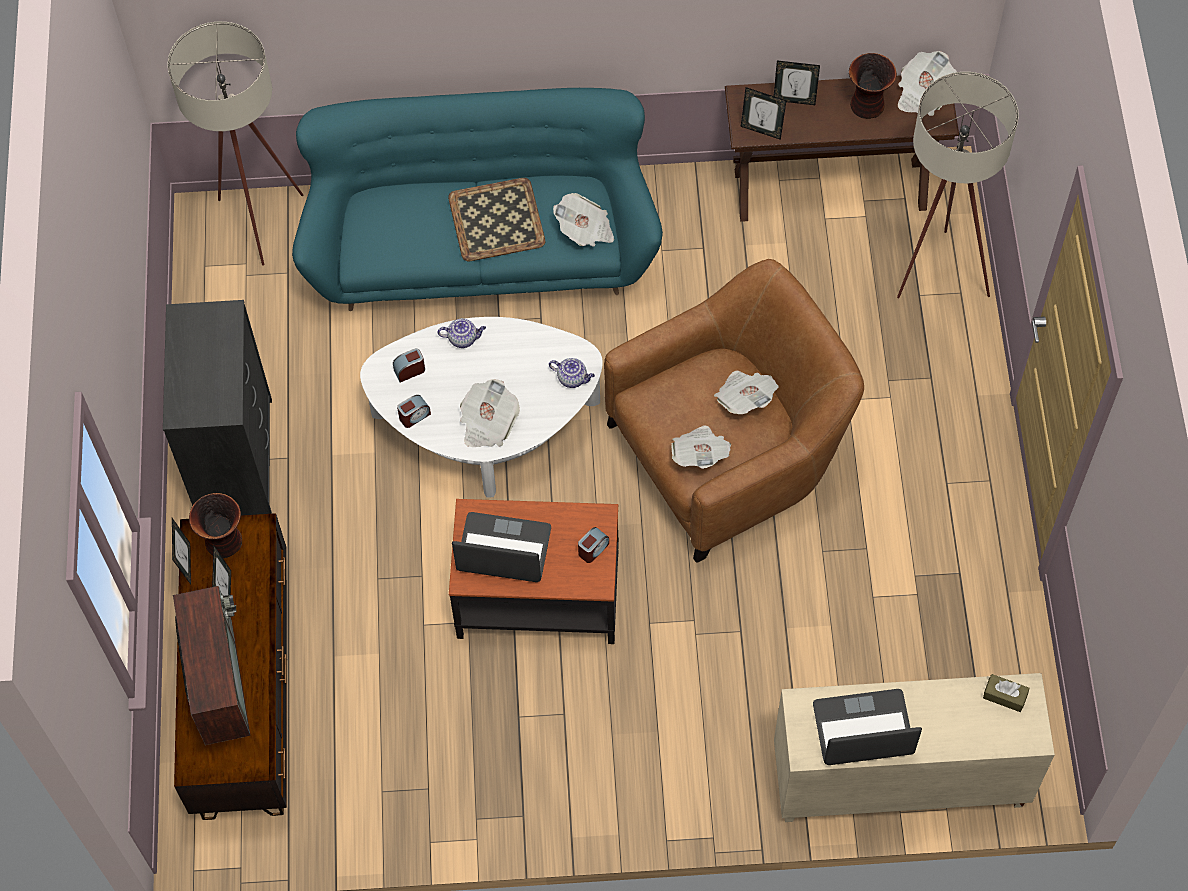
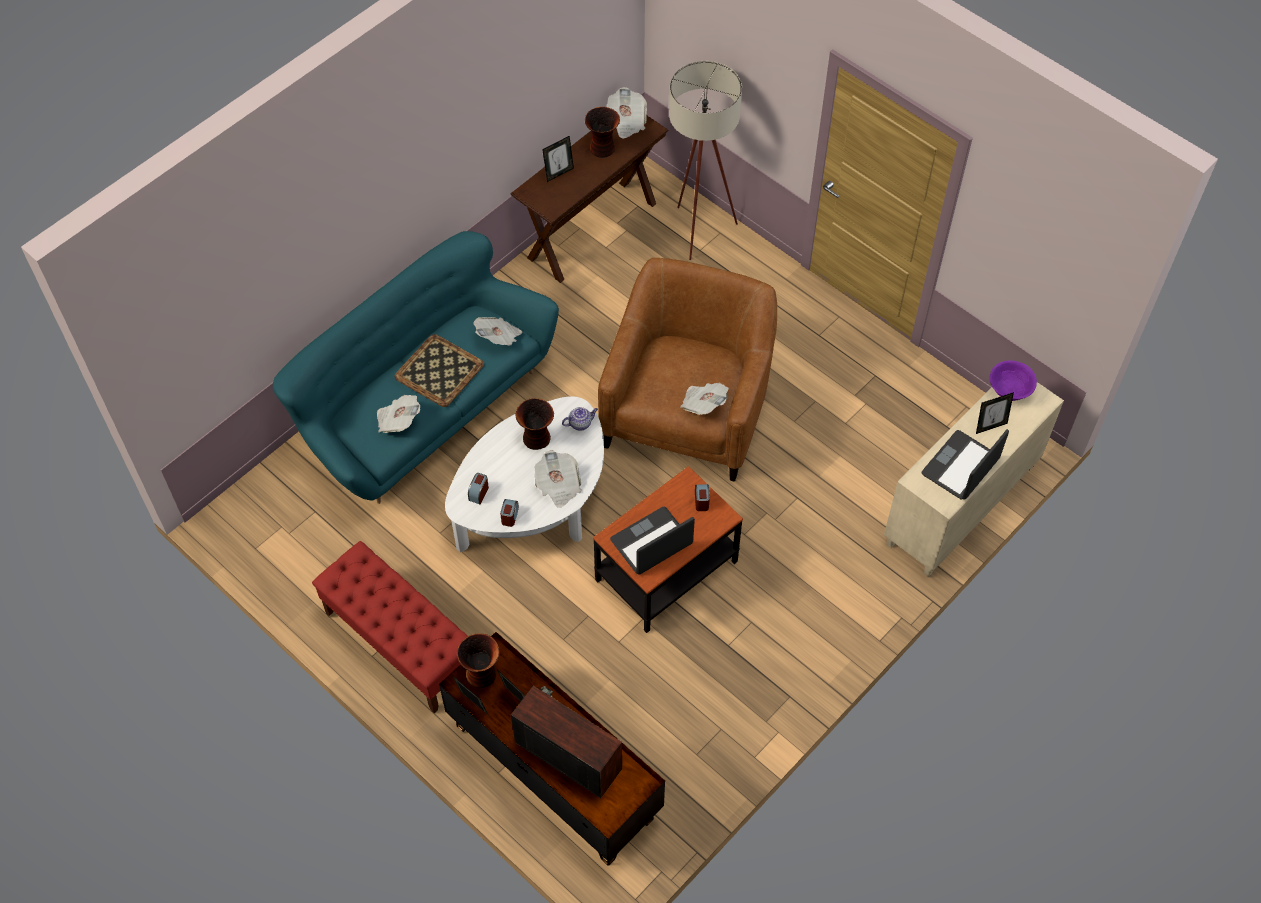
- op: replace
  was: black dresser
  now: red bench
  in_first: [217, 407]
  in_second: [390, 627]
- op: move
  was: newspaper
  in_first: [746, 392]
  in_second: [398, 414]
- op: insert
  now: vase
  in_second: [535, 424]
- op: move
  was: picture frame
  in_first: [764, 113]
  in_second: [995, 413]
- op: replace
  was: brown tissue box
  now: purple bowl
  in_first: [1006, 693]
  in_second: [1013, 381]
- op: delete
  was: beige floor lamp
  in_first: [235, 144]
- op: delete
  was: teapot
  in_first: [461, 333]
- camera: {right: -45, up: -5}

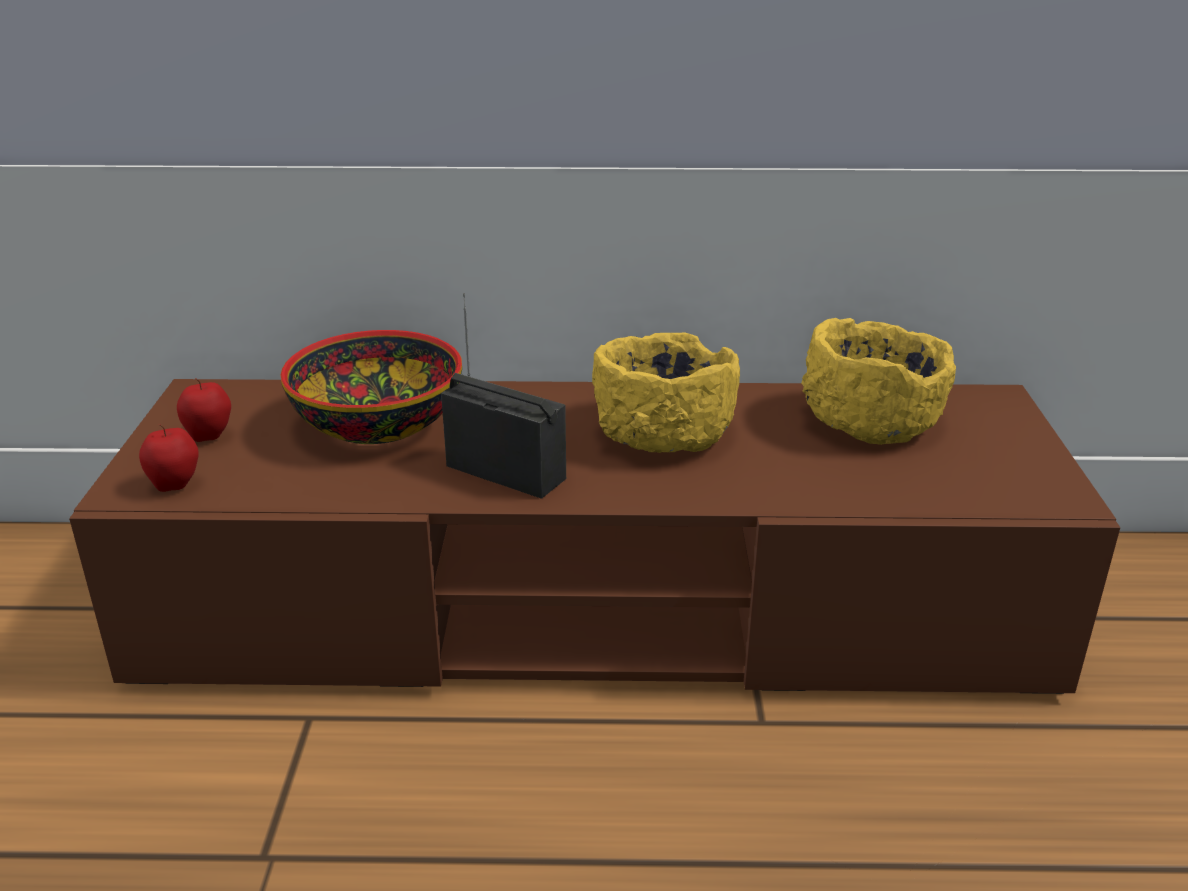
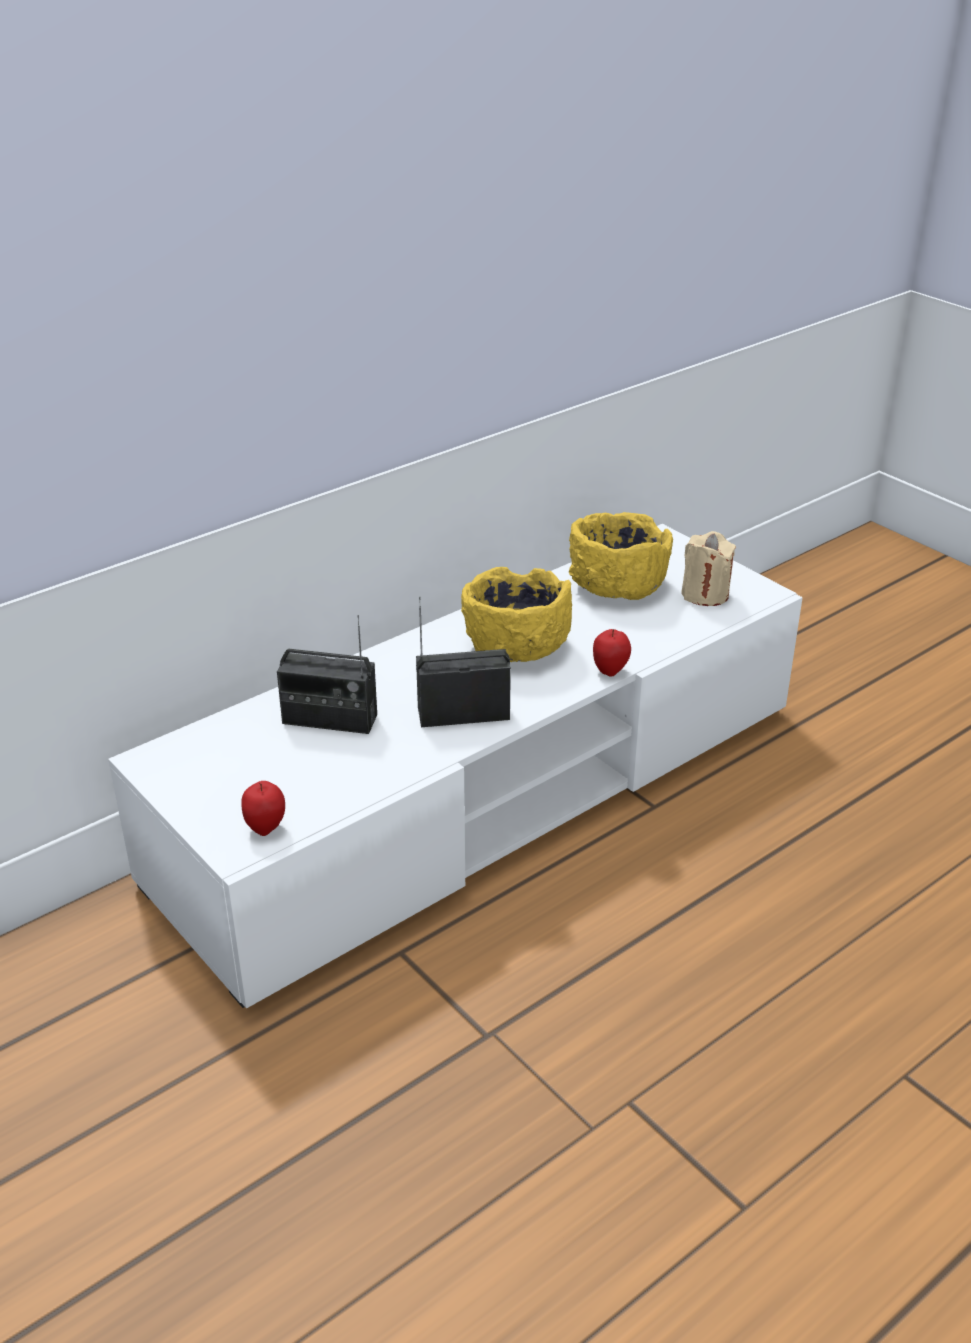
- op: recolor
  was: brown tv stand
  now: white tv stand
  in_first: [594, 536]
  in_second: [455, 766]
- op: replace
  was: bowl
  now: radio
  in_first: [371, 387]
  in_second: [327, 674]
- op: move
  was: apple
  in_first: [204, 410]
  in_second: [612, 653]
- op: insert
  now: beige candle
  in_second: [708, 568]
- camera: {right: -40, up: 5}

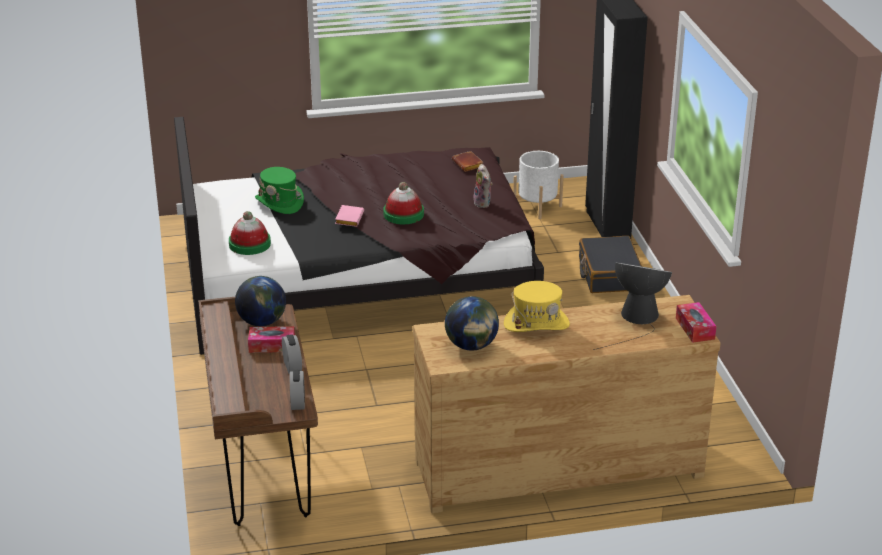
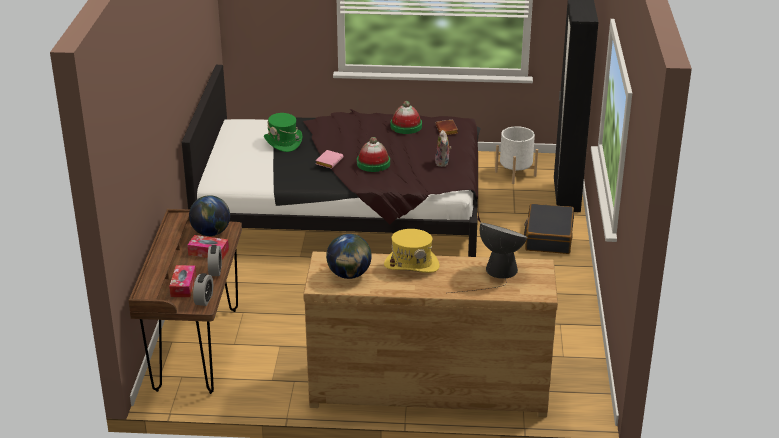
- op: move
  was: tissue box
  in_first: [696, 322]
  in_second: [182, 281]
- op: move
  was: hat
  in_first: [250, 233]
  in_second: [406, 117]
- camera: {right: 15, up: 0}

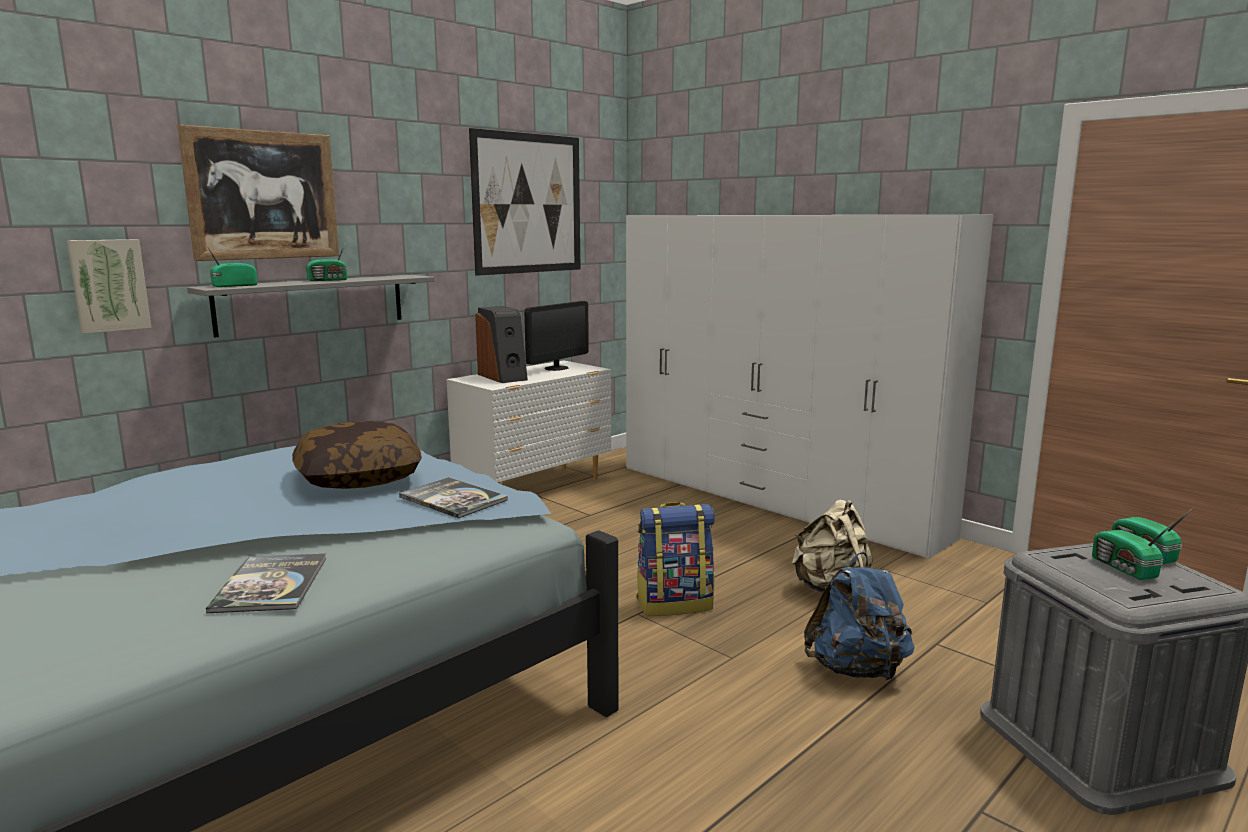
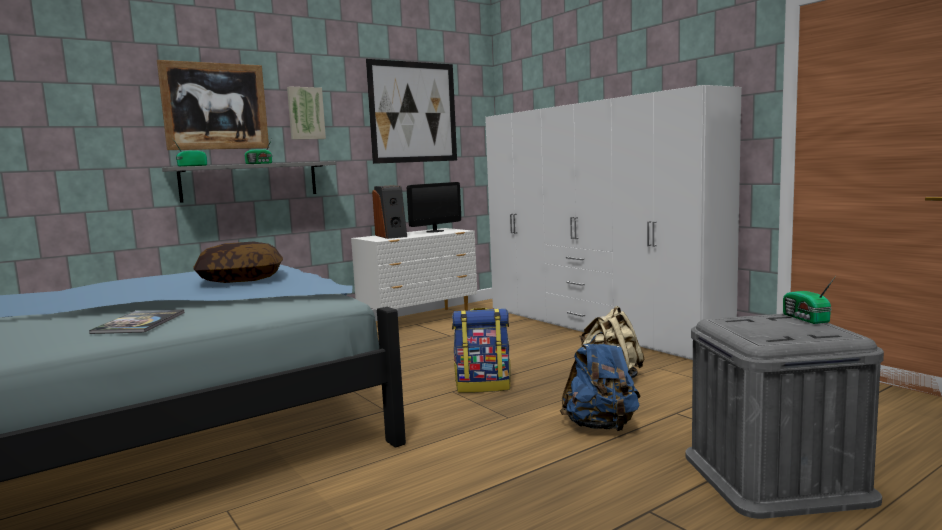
- op: move
  was: picture
  in_first: [109, 286]
  in_second: [306, 113]
- op: delete
  was: book
  in_first: [453, 497]
- op: delete
  was: radio
  in_first: [1133, 551]
- camera: {right: 10, up: -5}

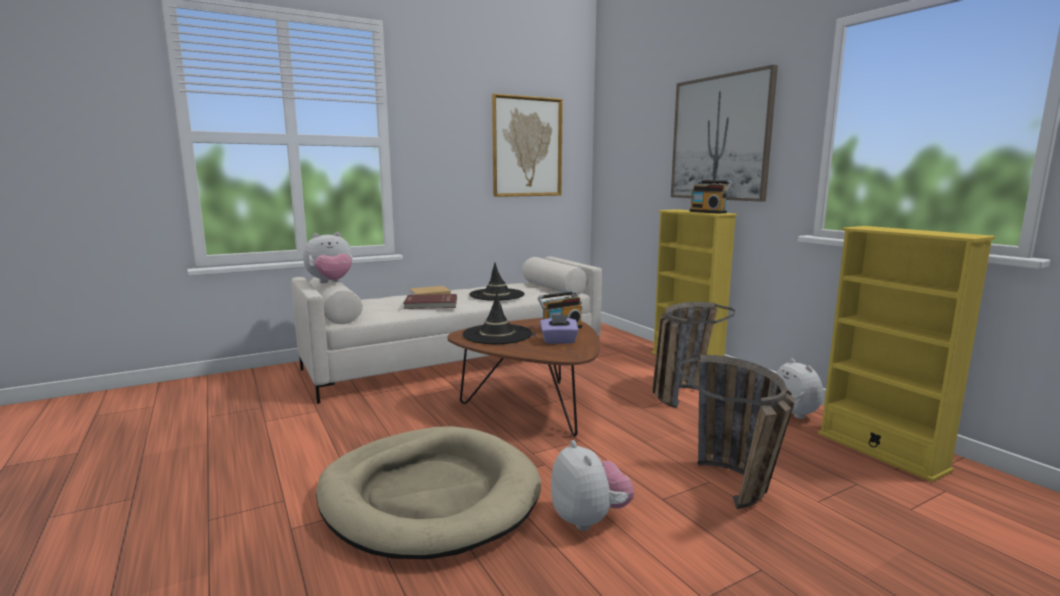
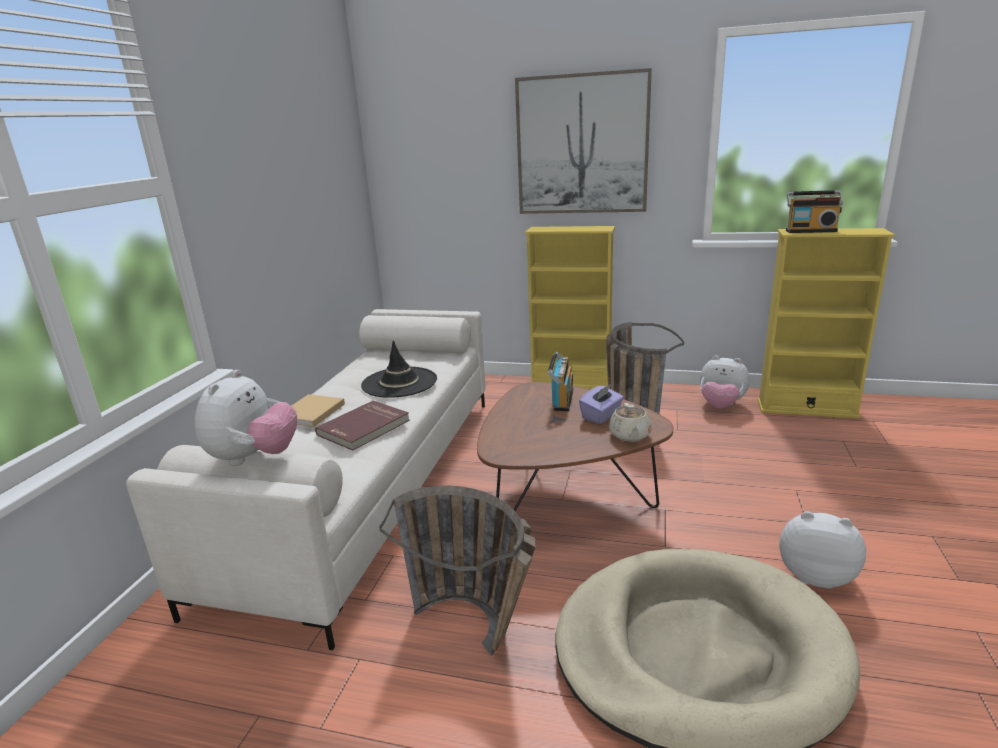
- op: move
  was: basket
  in_first: [735, 432]
  in_second: [457, 570]
- op: insert
  now: beige teapot
  in_second: [630, 422]
- op: move
  was: radio
  in_first: [711, 197]
  in_second: [814, 211]
- op: delete
  was: black hat
  in_first: [497, 318]
- op: delete
  was: picture
  in_first: [527, 145]
- camera: {right: -45, up: 10}

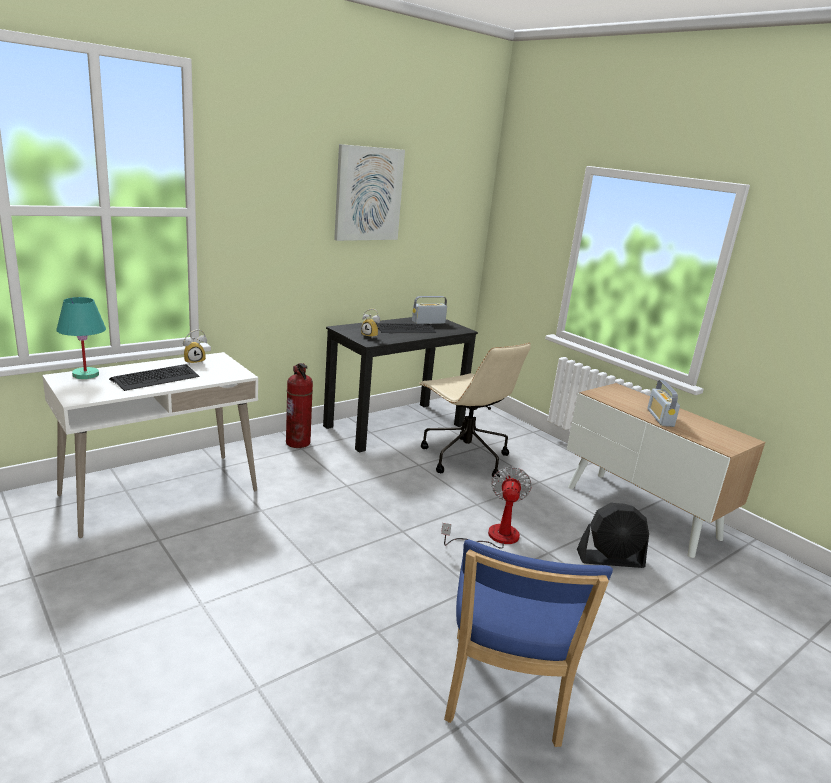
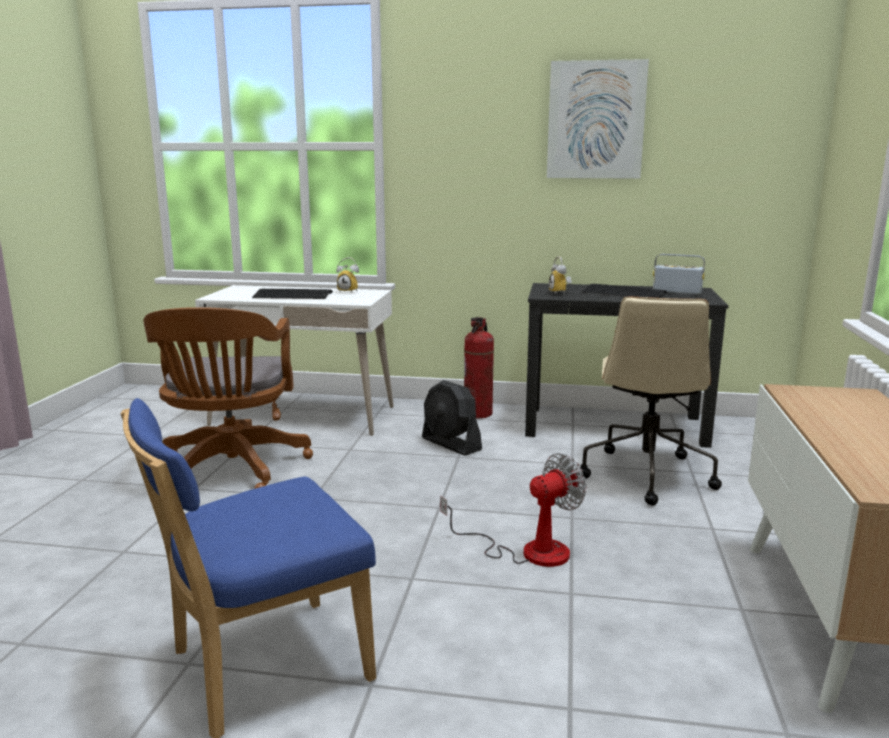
- op: insert
  now: brown office chair
  in_second: [228, 398]
- op: move
  was: black fan
  in_first: [613, 535]
  in_second: [452, 418]
- op: delete
  was: turquoise table lamp
  in_first: [81, 338]
- op: delete
  was: radio
  in_first: [663, 403]
- camera: {right: 50, up: -5}

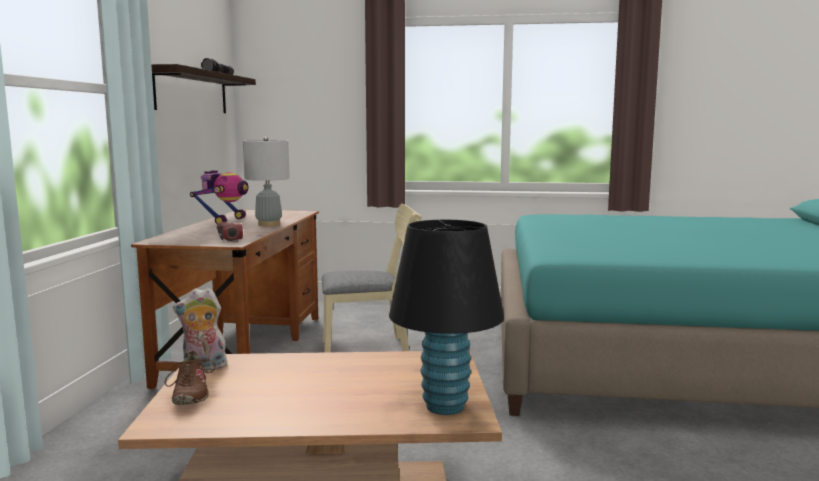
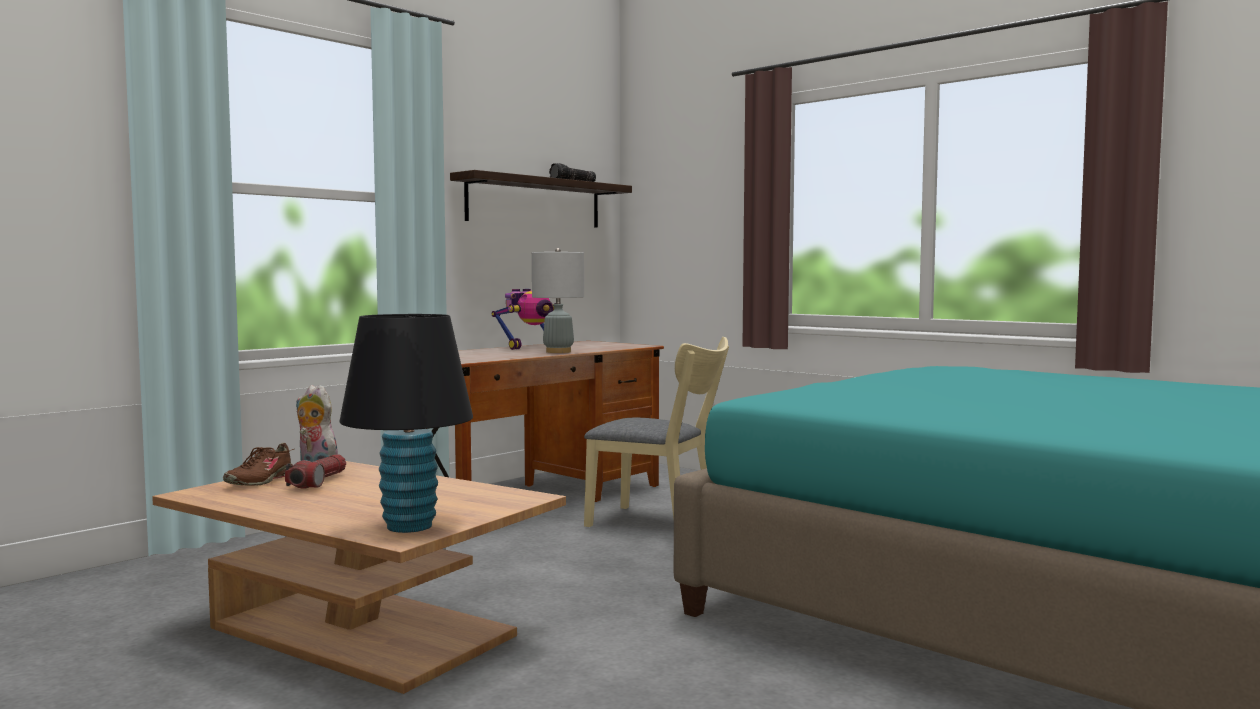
- op: move
  was: flashlight
  in_first: [230, 231]
  in_second: [315, 471]
- camera: {right: 35, up: -5}

